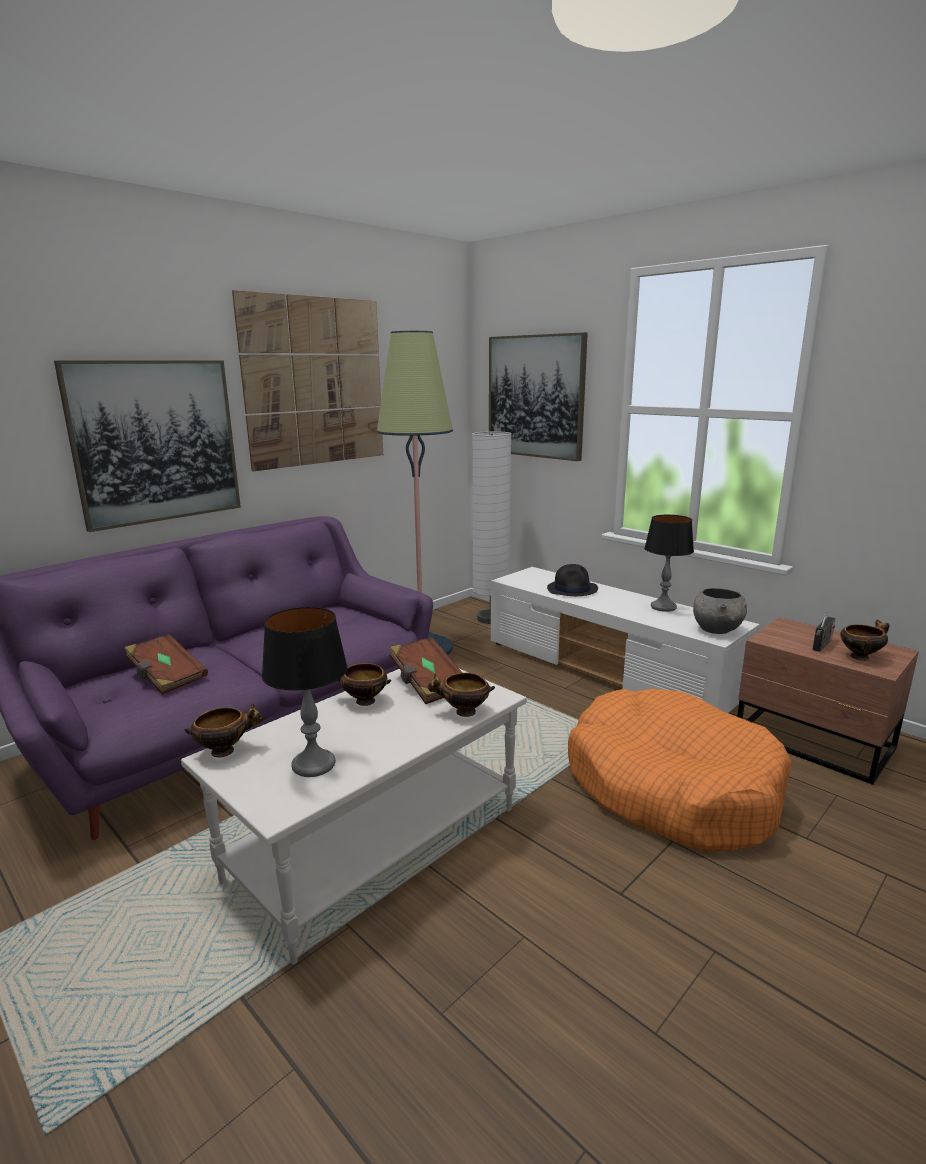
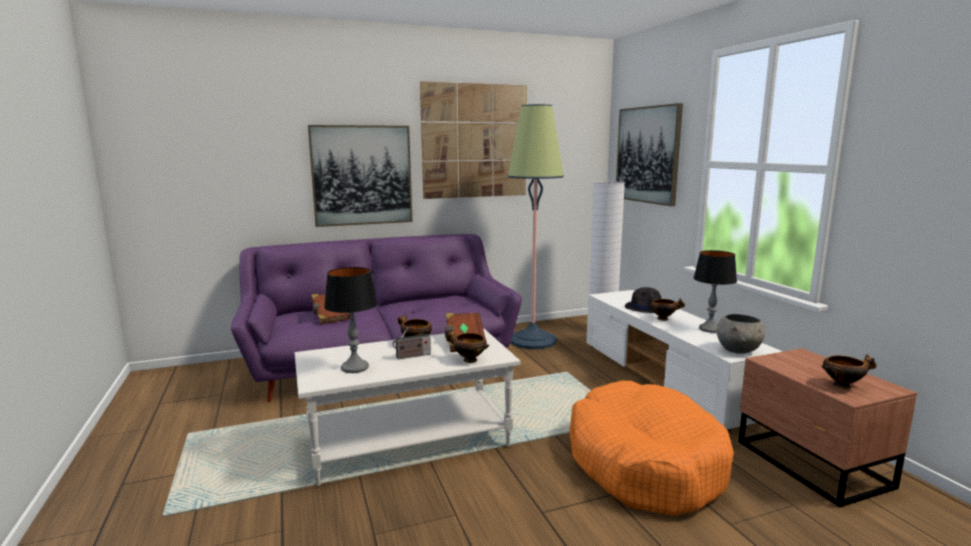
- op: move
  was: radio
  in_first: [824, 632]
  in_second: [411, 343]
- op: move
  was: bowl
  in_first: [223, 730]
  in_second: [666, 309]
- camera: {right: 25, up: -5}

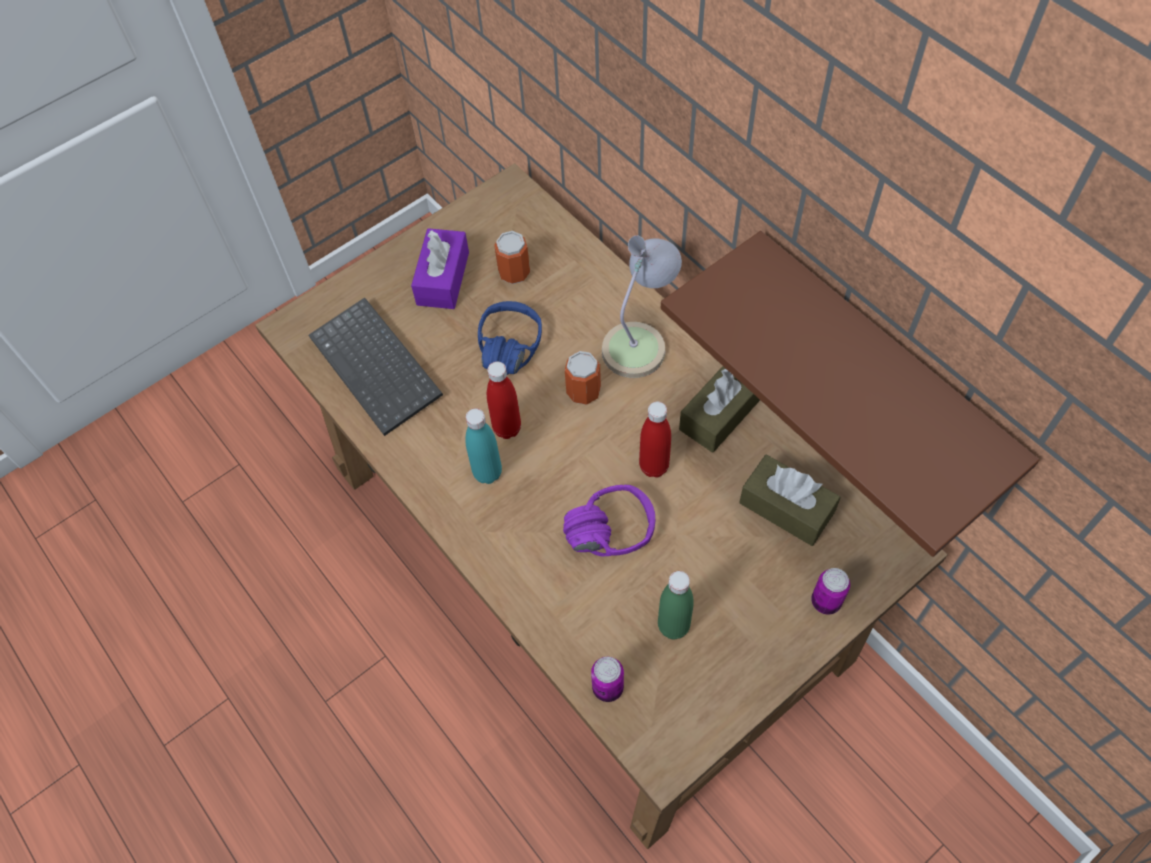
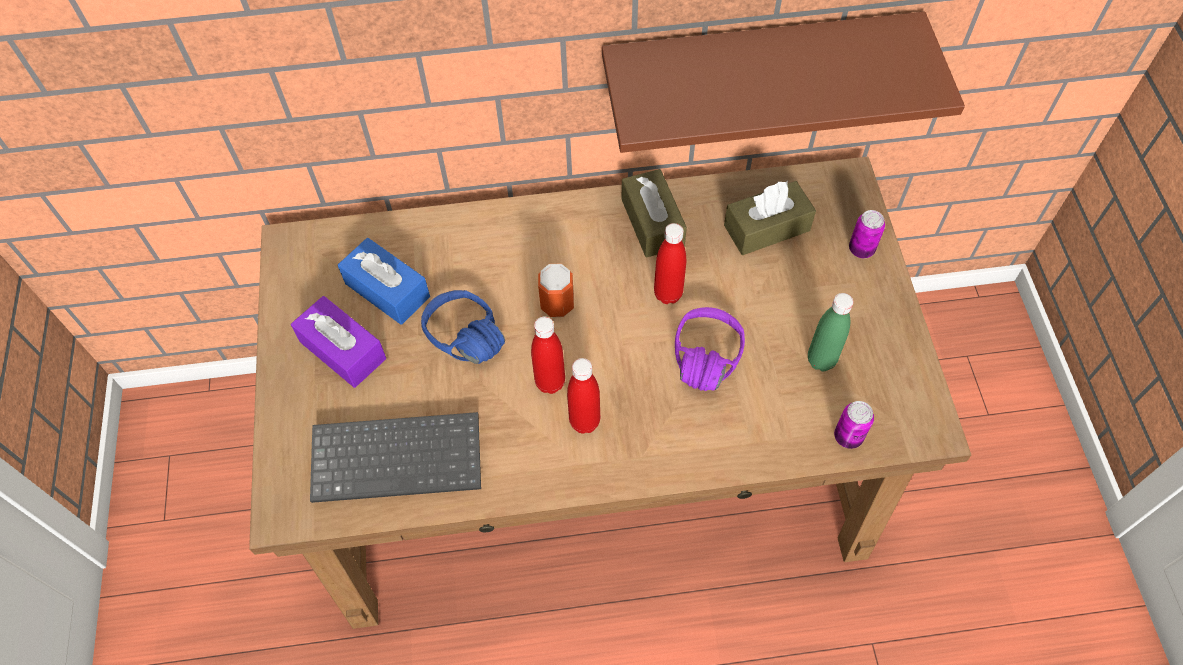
- op: replace
  was: can
  now: blue tissue box
  in_first: [512, 257]
  in_second: [384, 281]
- op: recolor
  was: turquoise bottle
  now: red bottle
  in_first: [483, 446]
  in_second: [583, 395]
- op: delete
  was: table lamp
  in_first: [642, 306]
- camera: {right: -60, up: 0}

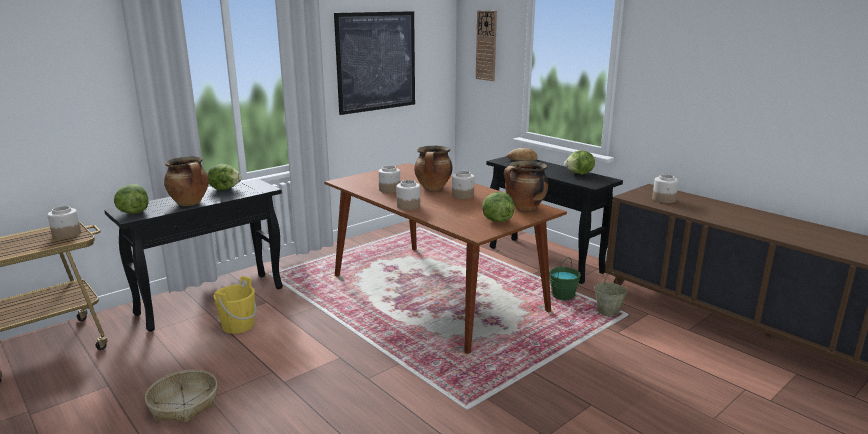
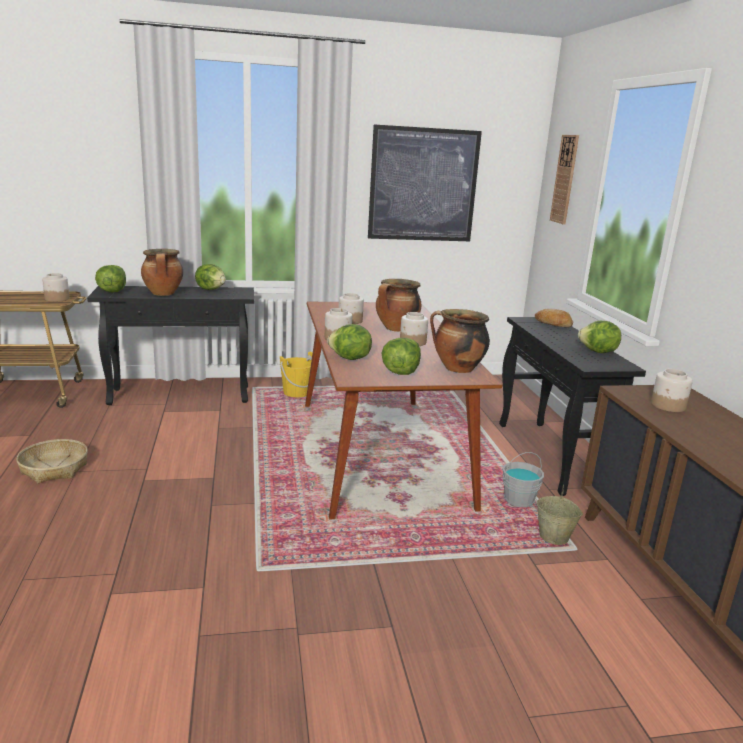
- op: move
  was: yellow bucket
  in_first: [235, 305]
  in_second: [296, 374]
- op: insert
  now: lettuce
  in_second: [349, 342]
- op: recolor
  was: green bucket
  now: grey bucket
  in_first: [565, 278]
  in_second: [523, 479]
- camera: {right: 30, up: 0}

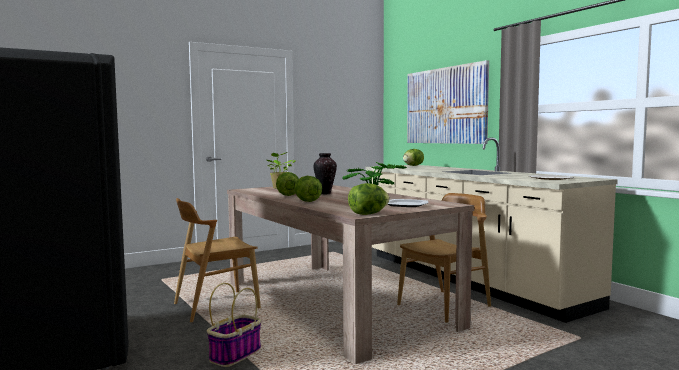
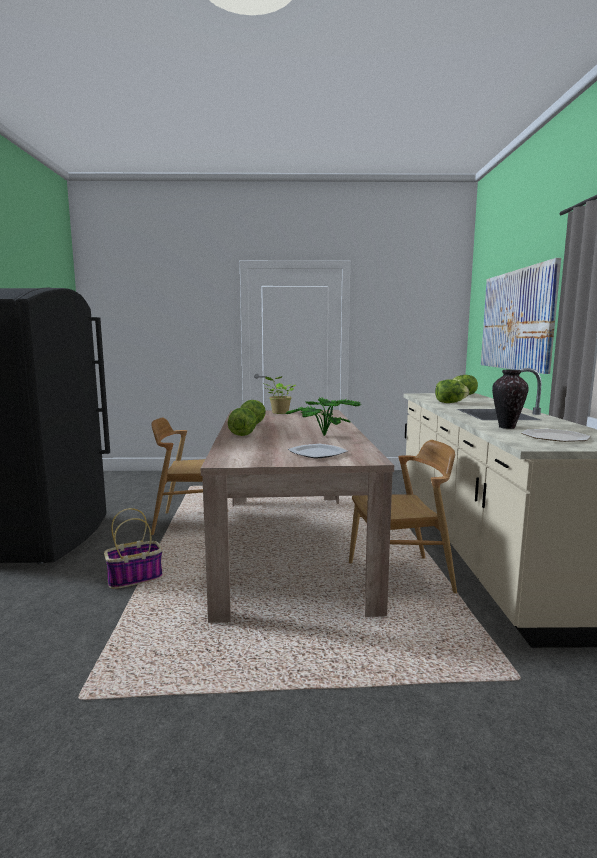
- op: move
  was: lettuce
  in_first: [369, 199]
  in_second: [452, 391]
- op: move
  was: vase
  in_first: [325, 173]
  in_second: [510, 399]
- camera: {right: 30, up: 5}

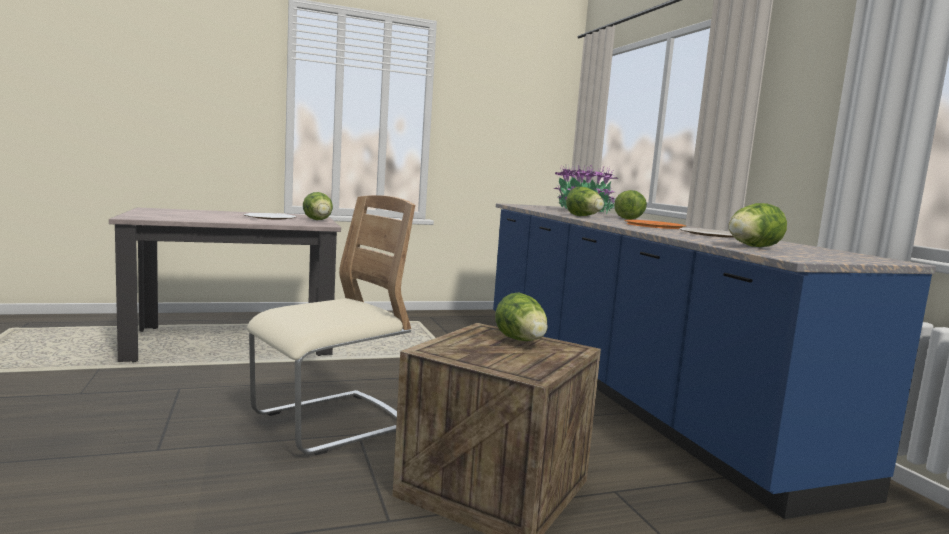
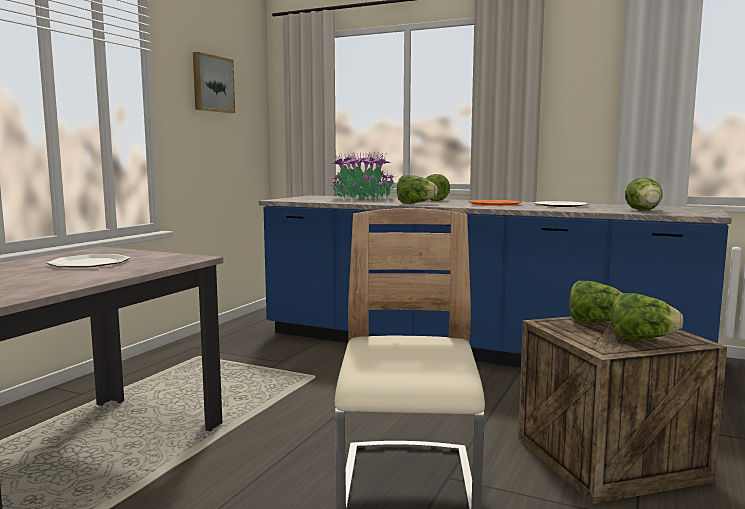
- op: insert
  now: picture
  in_second: [214, 82]
- op: move
  was: lettuce
  in_first: [318, 206]
  in_second: [647, 316]
- camera: {right: -45, up: 0}

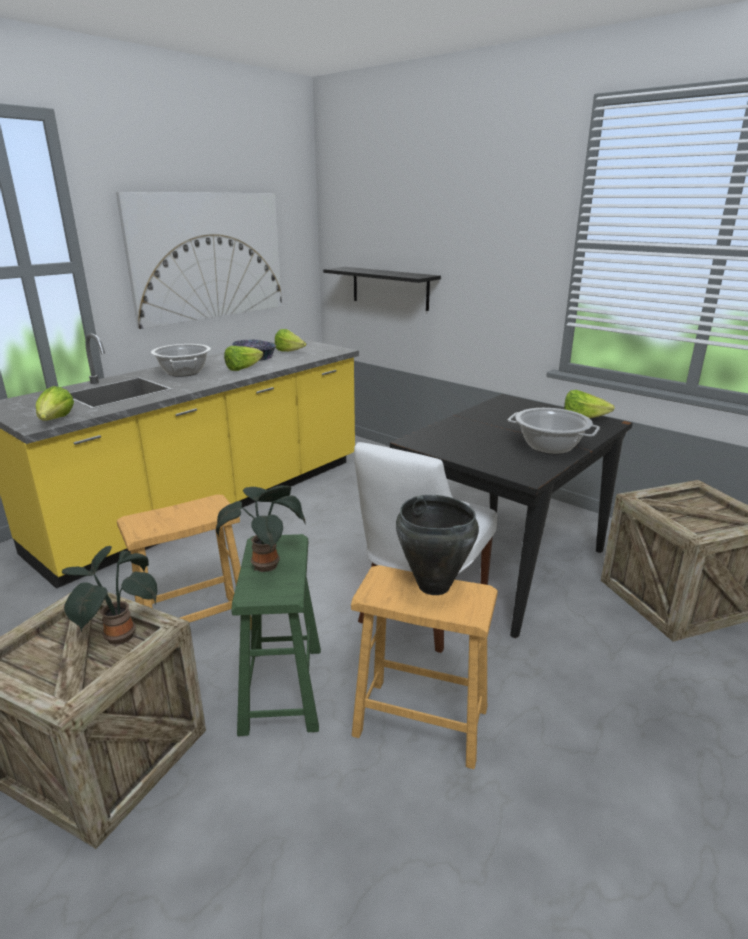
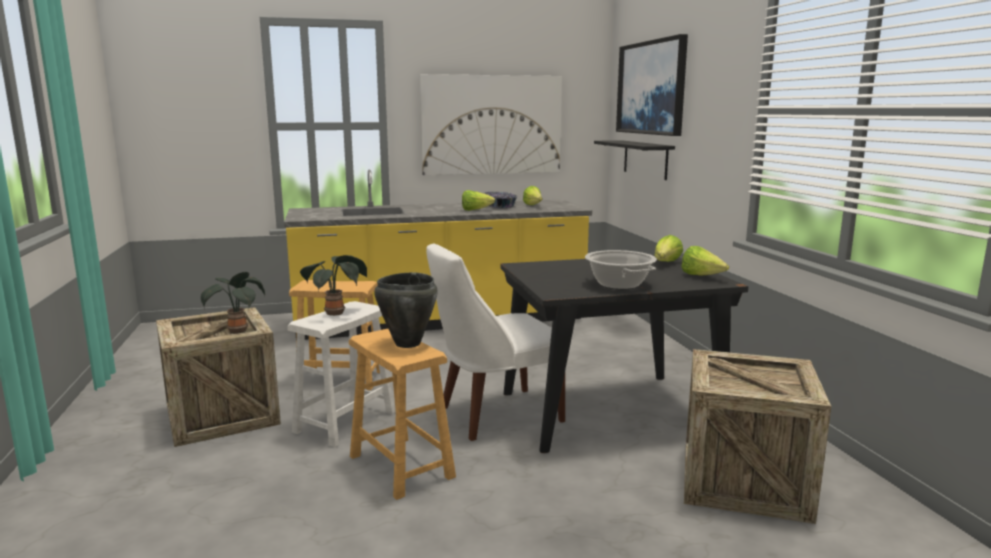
- op: recolor
  was: green stool
  now: white stool
  in_first: [276, 635]
  in_second: [341, 374]
- op: insert
  now: picture
  in_second: [652, 85]
- op: move
  was: lettuce
  in_first: [55, 403]
  in_second: [669, 248]
- op: delete
  was: cooking pot
  in_first: [181, 360]
- camera: {right: 35, up: -10}

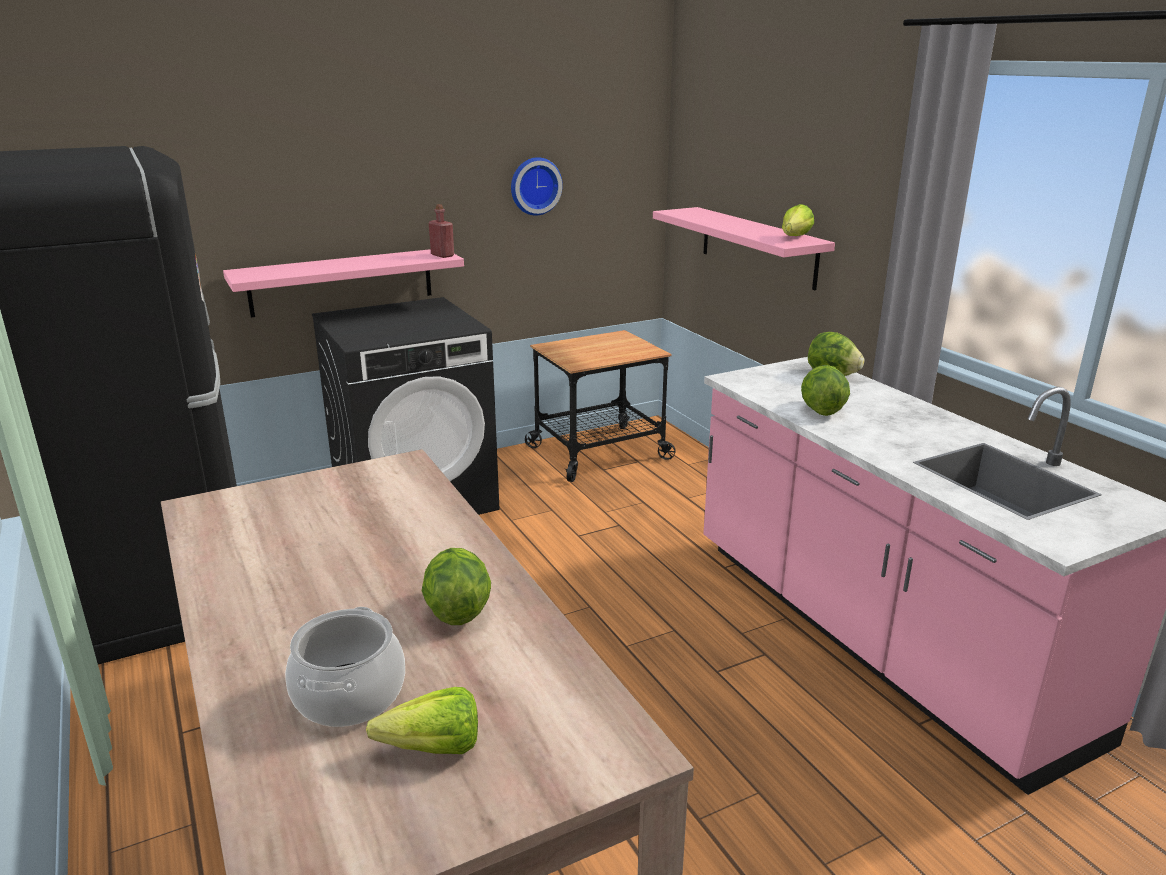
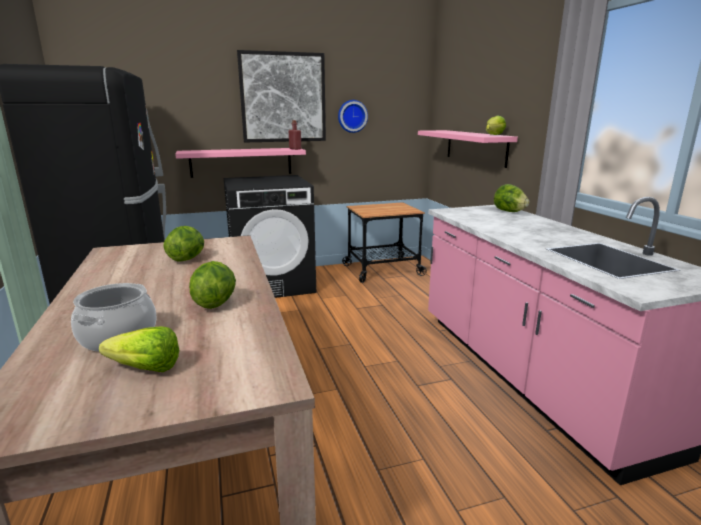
- op: move
  was: lettuce
  in_first: [825, 390]
  in_second: [183, 244]
- op: insert
  now: picture
  in_second: [281, 96]
- camera: {right: 10, up: -5}

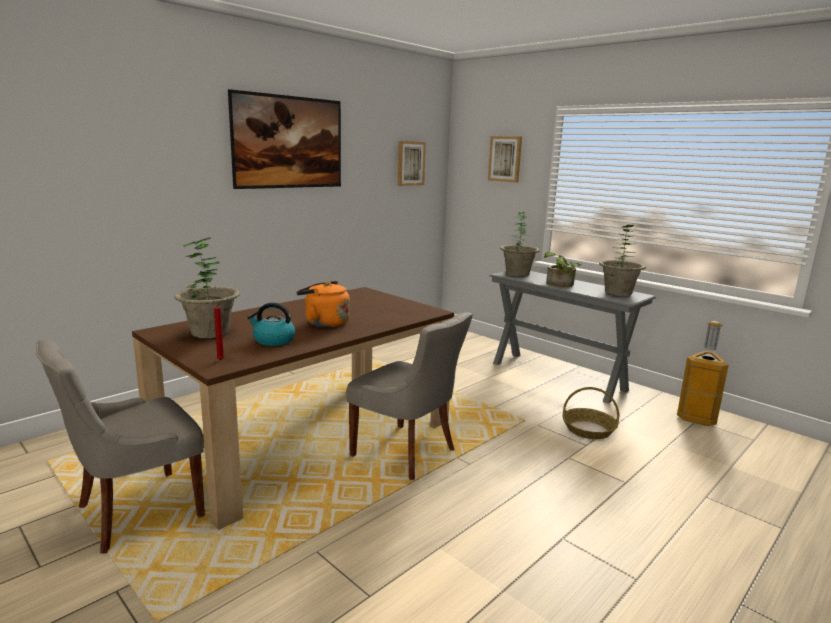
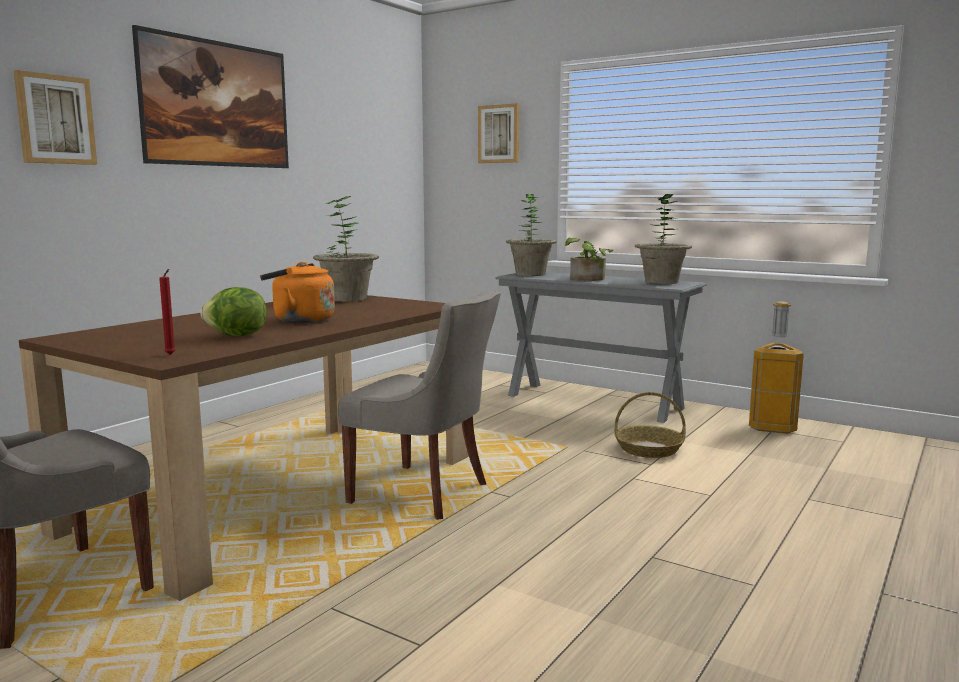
- op: move
  was: picture
  in_first: [412, 163]
  in_second: [55, 117]
- op: replace
  was: kettle
  now: lettuce
  in_first: [271, 324]
  in_second: [233, 312]
- op: move
  was: potted plant
  in_first: [207, 287]
  in_second: [346, 249]
- camera: {right: -10, up: -5}

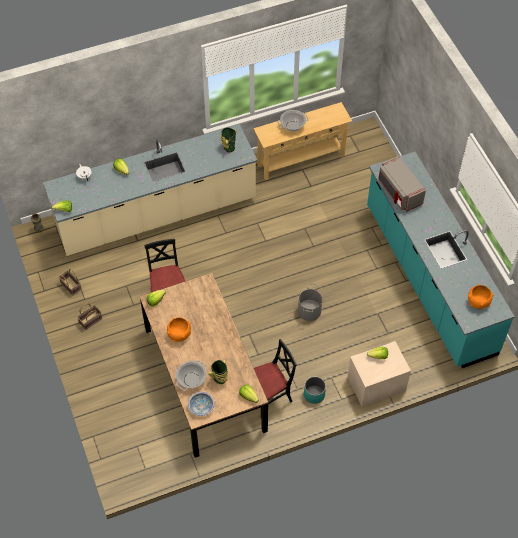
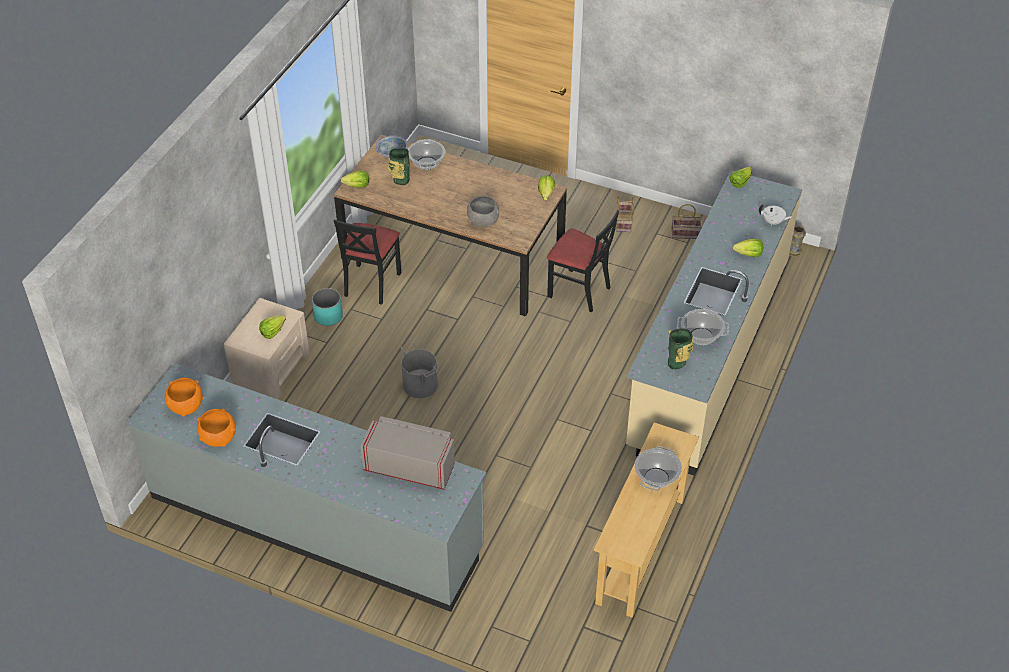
- op: recolor
  was: turquoise counter
  now: grey counter
  in_first: [441, 260]
  in_second: [306, 487]
- op: move
  was: orange bowl
  in_first: [179, 330]
  in_second: [216, 427]
- op: insert
  now: grey bowl
  in_second: [483, 212]
- op: insert
  now: cooking pot
  in_second: [703, 327]
- camera: {right: 135, up: -10}

